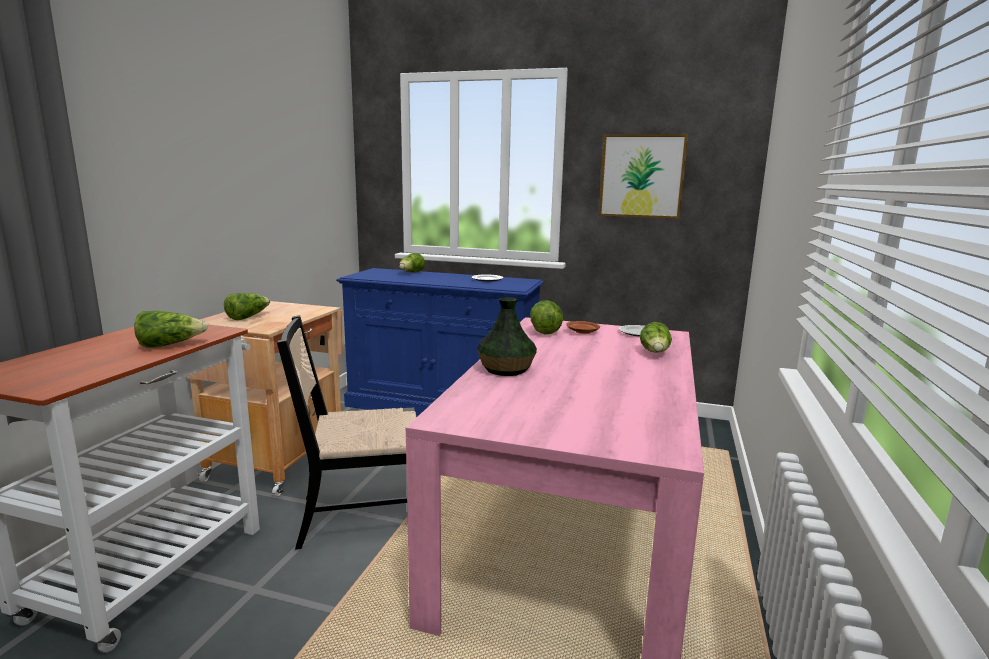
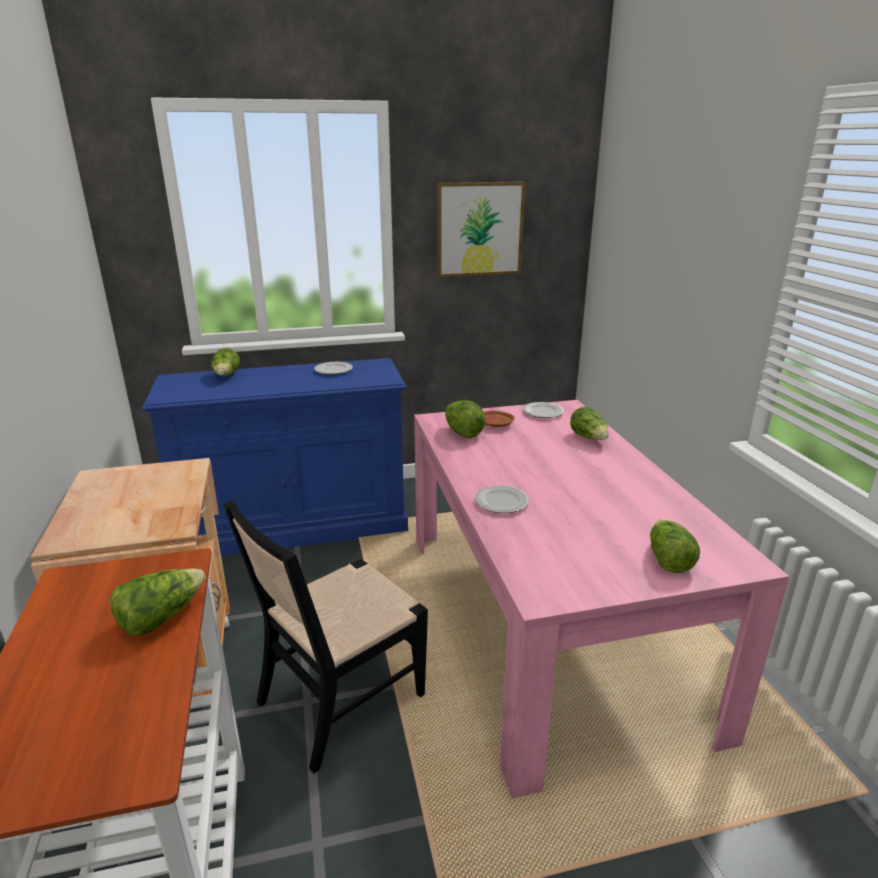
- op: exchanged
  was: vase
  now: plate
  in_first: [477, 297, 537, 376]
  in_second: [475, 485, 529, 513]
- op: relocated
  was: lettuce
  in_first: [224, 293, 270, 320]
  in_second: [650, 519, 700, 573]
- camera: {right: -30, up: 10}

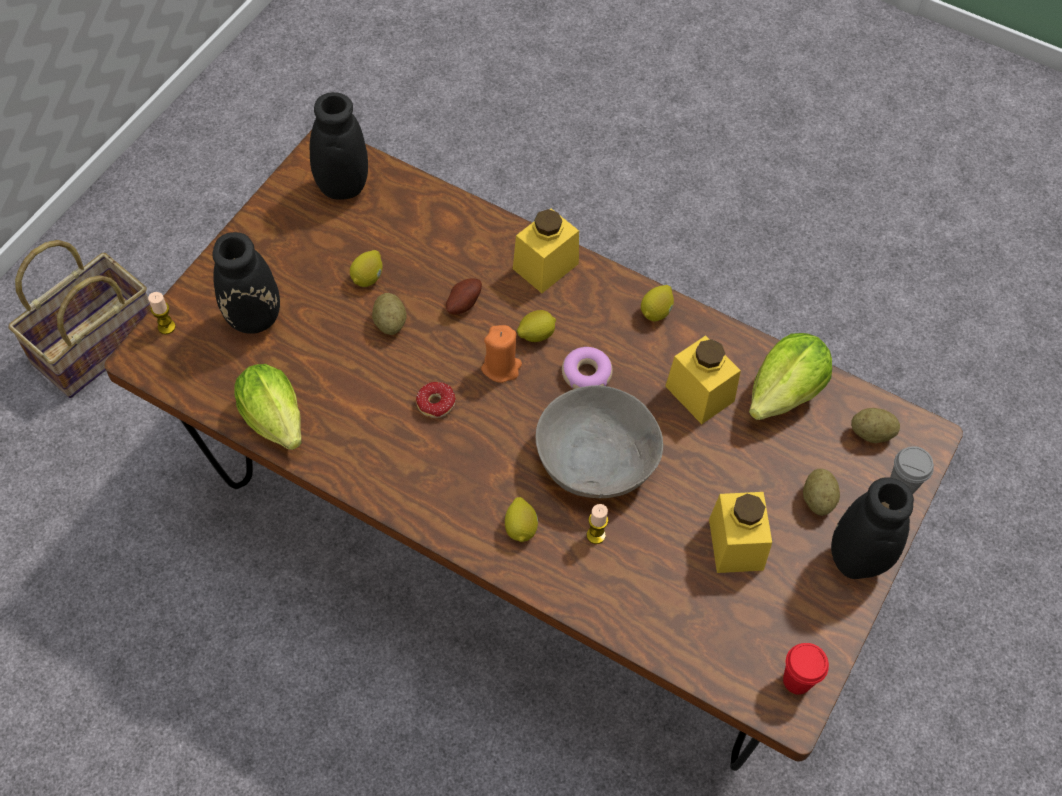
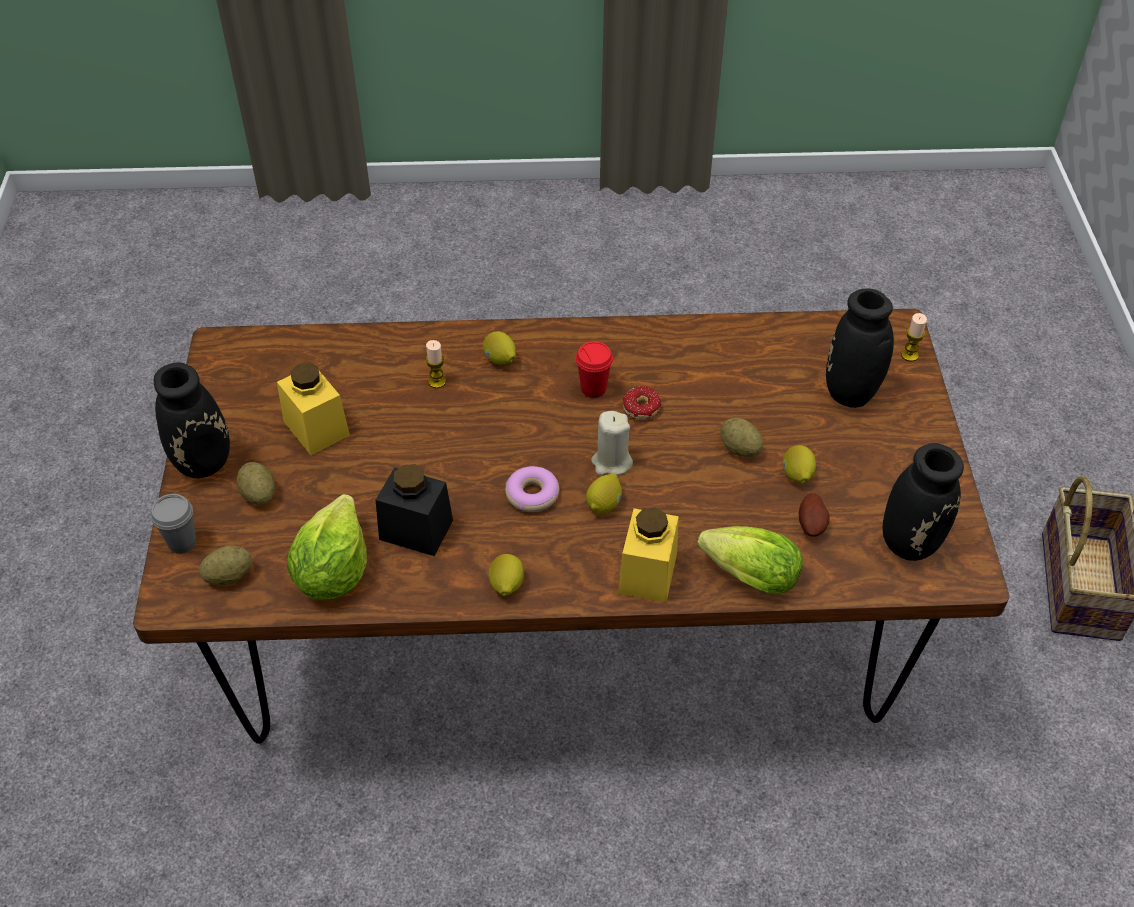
- op: colour
  was: yellow jar
  now: black jar
  in_first: [665, 335, 741, 424]
  in_second: [376, 464, 453, 556]
- op: relocated
  was: red cup
  in_first: [783, 643, 829, 695]
  in_second: [576, 341, 613, 398]
- op: colour
  was: orange candle
  now: beige candle
  in_first: [481, 325, 522, 383]
  in_second: [591, 411, 633, 475]
- op: relocated
  was: lettuce
  in_first: [234, 364, 302, 450]
  in_second: [697, 526, 803, 594]
- op: relocated
  was: potato
  in_first: [446, 278, 482, 315]
  in_second: [799, 493, 829, 537]
- op: missing
  was: grey bowl
  in_first: [536, 385, 663, 498]
- camera: {right: 150, up: -10}

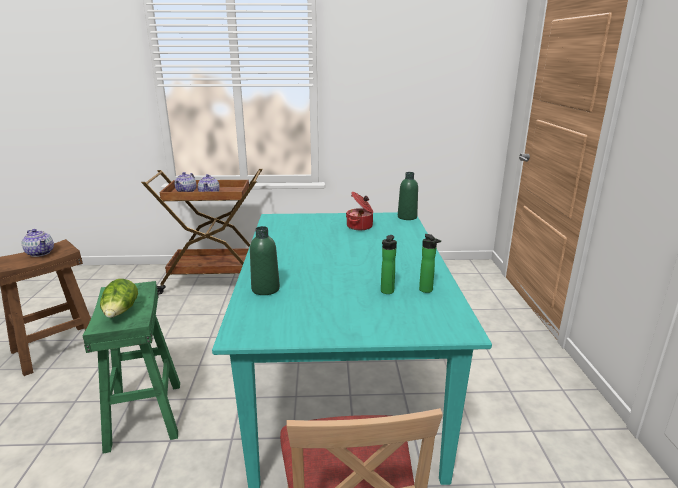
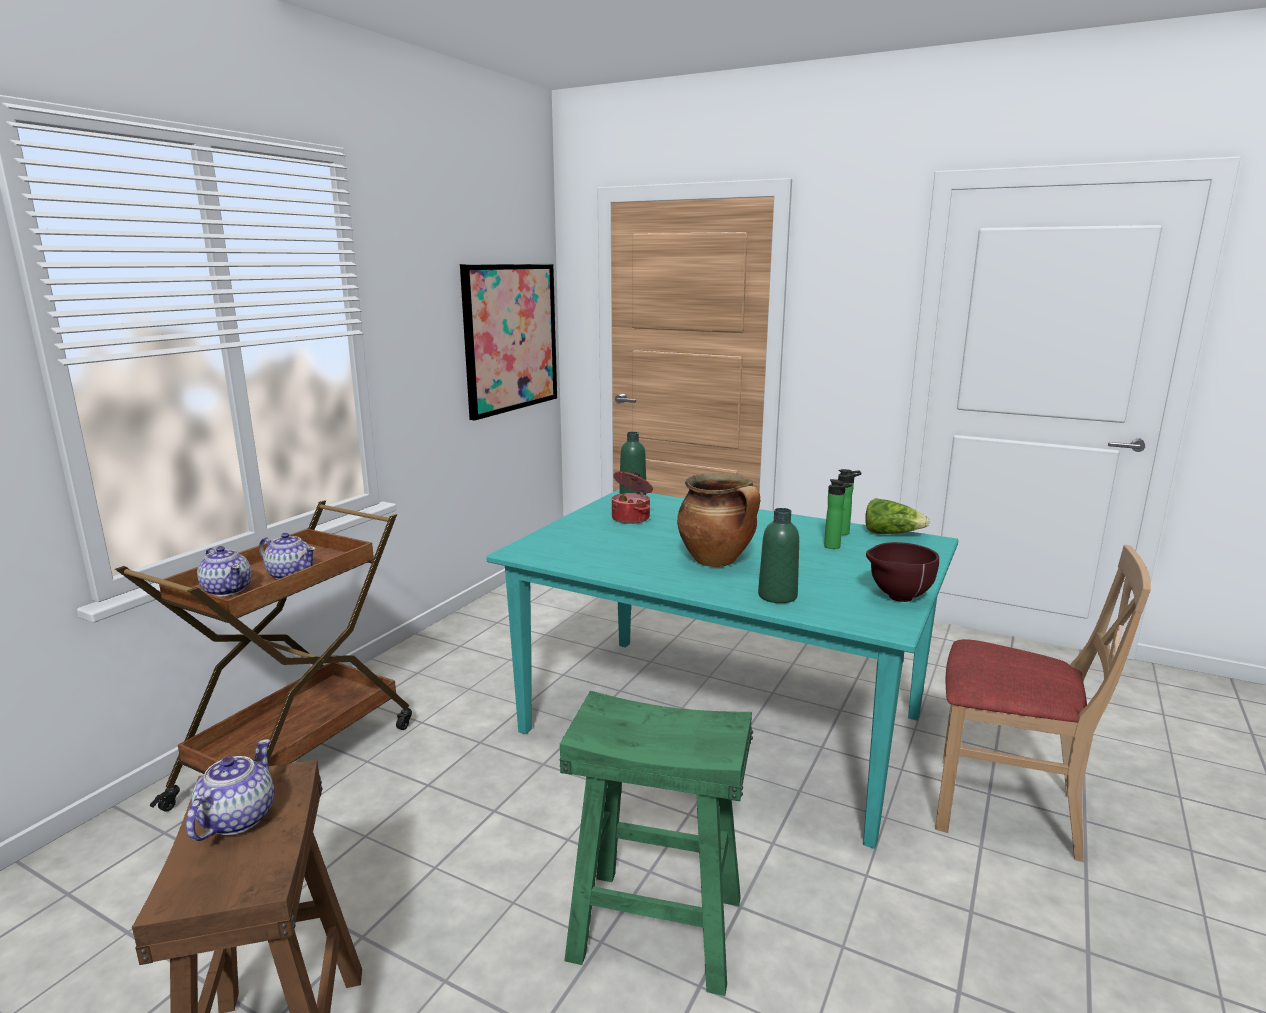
- op: spun
  was: teapot
  in_first: [22, 229, 54, 257]
  in_second: [186, 739, 274, 841]
  clockwise: -60
- op: appeared
  now: picture
  in_second: [460, 264, 557, 420]
- op: appeared
  now: cooking pot
  in_second: [677, 473, 760, 567]
- op: relocated
  was: lettuce
  in_first: [100, 279, 138, 318]
  in_second: [865, 498, 930, 534]
- op: appeared
  now: brown bowl
  in_second: [866, 542, 939, 602]
- camera: {right: -60, up: -5}

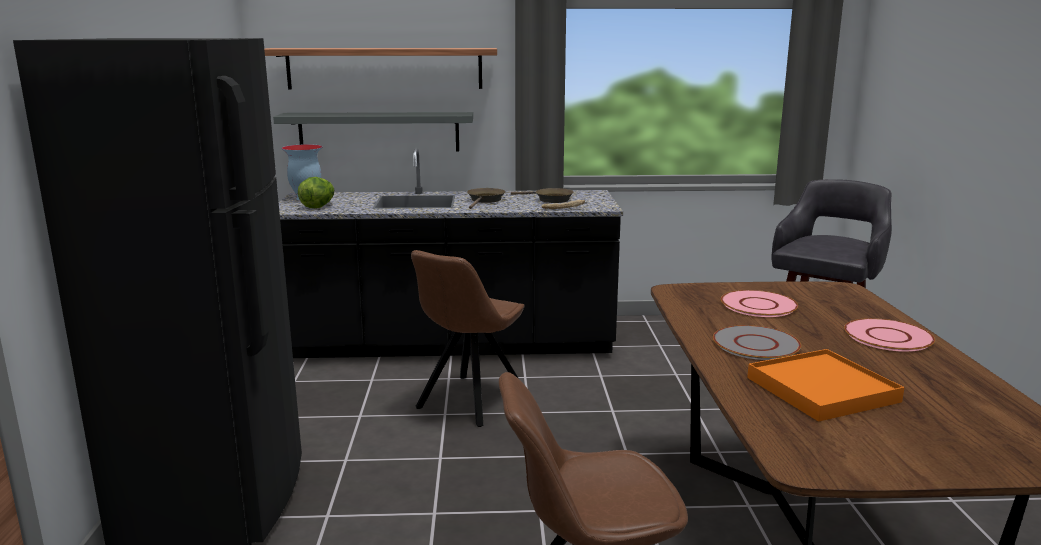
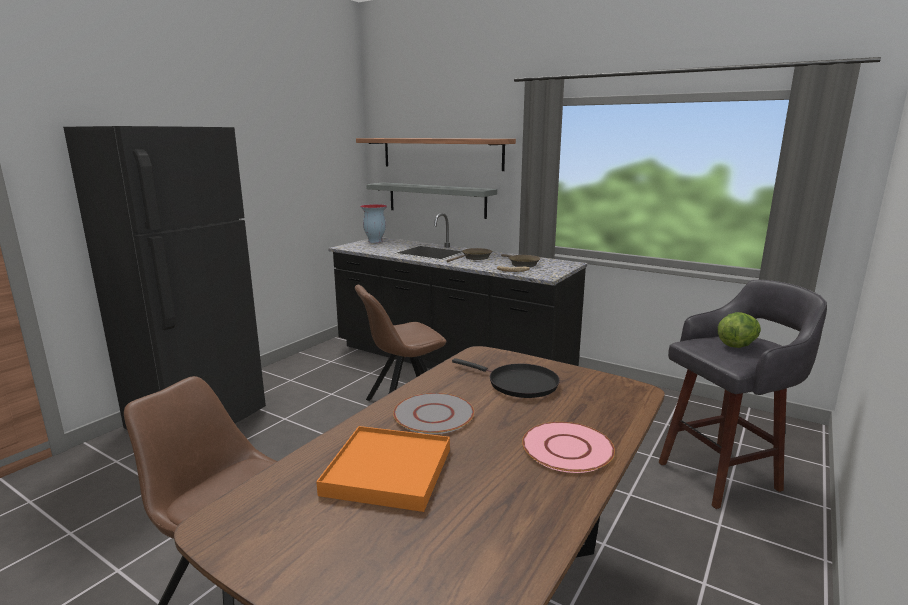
- op: exchanged
  was: pink plate
  now: black frying pan
  in_first: [721, 290, 798, 317]
  in_second: [452, 358, 560, 398]
- op: relocated
  was: lettuce
  in_first: [298, 177, 334, 208]
  in_second: [718, 312, 761, 348]
- camera: {right: 35, up: 0}

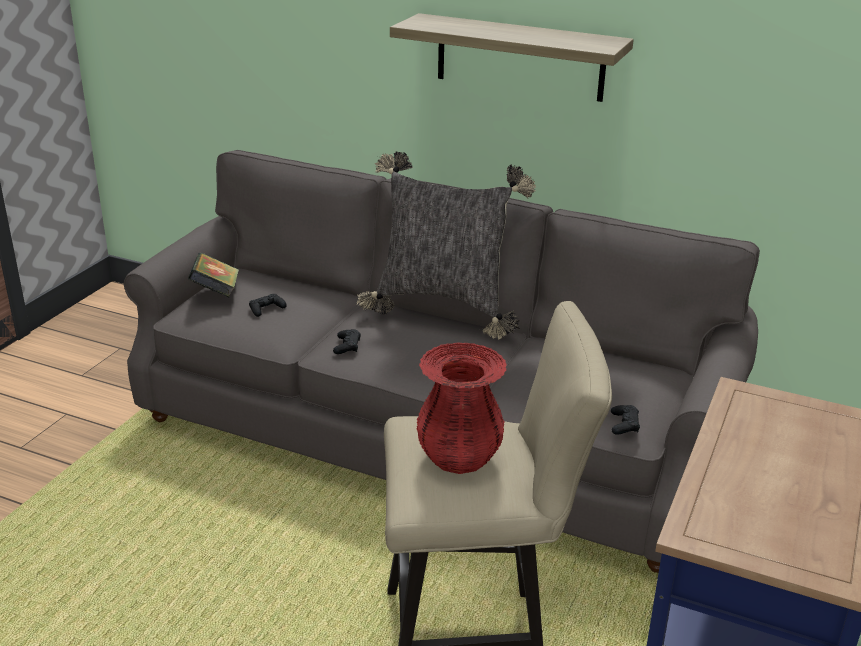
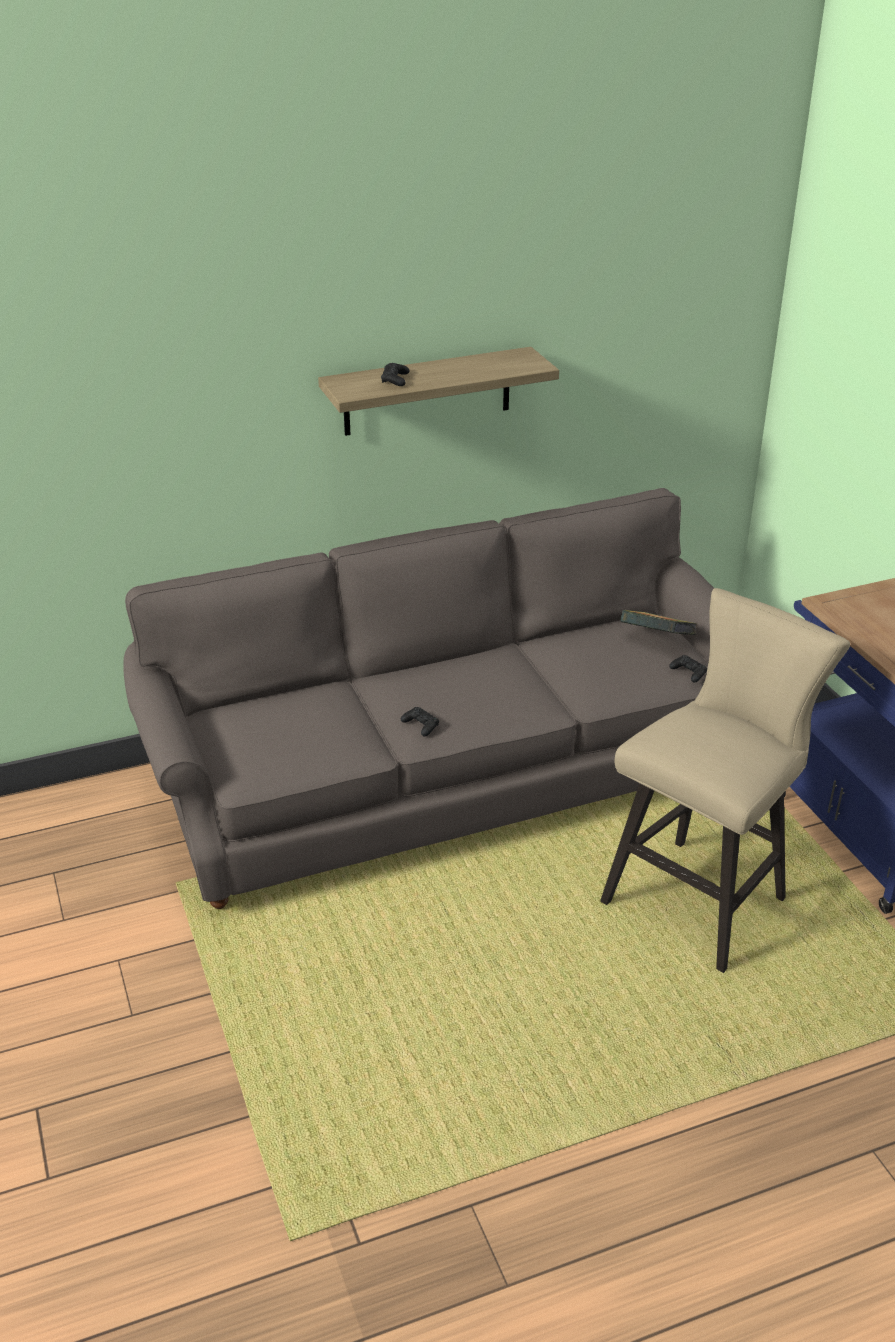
- op: relocated
  was: black game controller
  in_first: [249, 294, 287, 317]
  in_second: [381, 363, 410, 386]
- op: relocated
  was: book
  in_first: [188, 253, 239, 297]
  in_second: [620, 610, 697, 635]
- op: missing
  was: pillow
  in_first: [356, 151, 536, 340]
- op: missing
  was: red vase
  in_first: [417, 342, 507, 474]
- camera: {right: -45, up: 5}

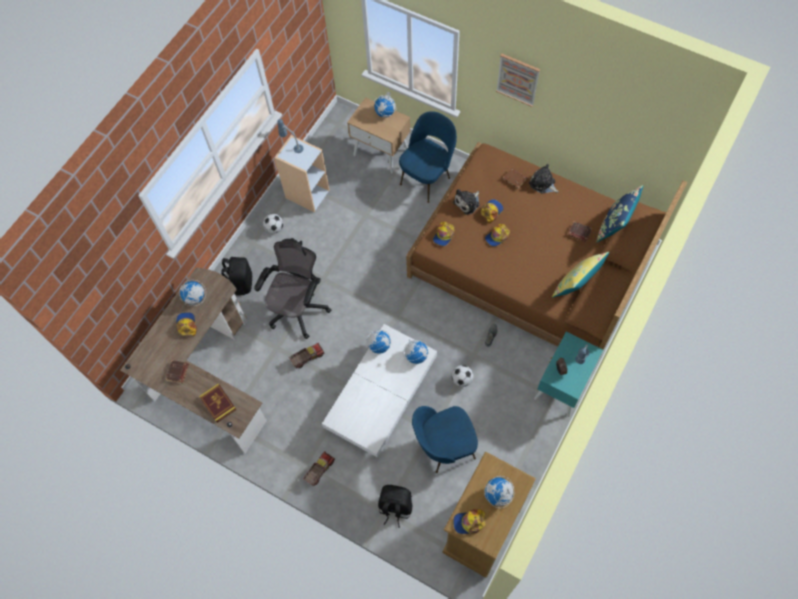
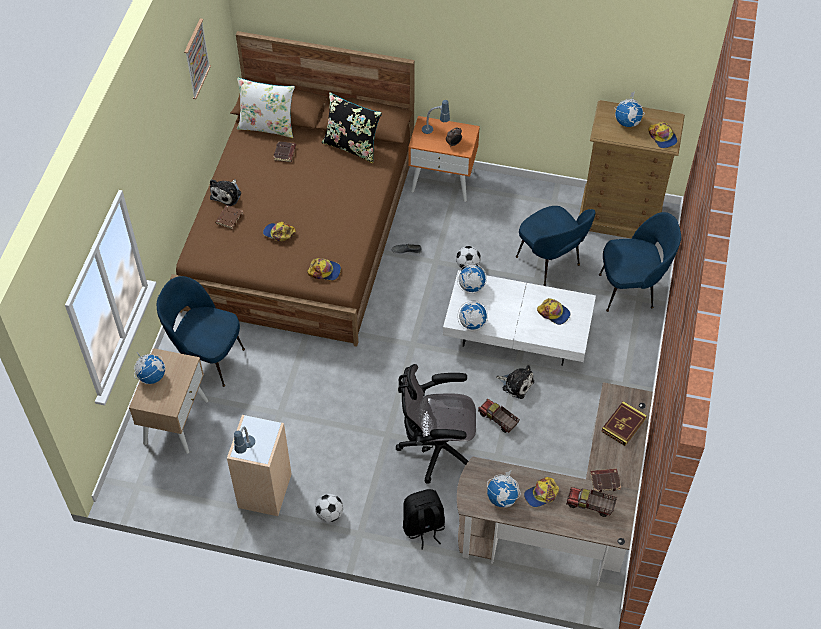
- op: relocated
  was: picture
  in_first: [496, 54, 540, 107]
  in_second: [184, 18, 211, 99]
- op: colour
  was: blue pillow
  now: white pillow
  in_first: [596, 185, 643, 242]
  in_second: [237, 77, 295, 138]
- op: colour
  was: yellow pillow
  now: black pillow
  in_first: [552, 252, 609, 297]
  in_second: [322, 92, 382, 163]
- op: colour
  was: turquoise nightstand
  now: orange nightstand
  in_first: [534, 332, 603, 417]
  in_second: [408, 116, 480, 202]
- op: relocated
  was: plush toy
  in_first: [453, 189, 480, 215]
  in_second: [496, 365, 534, 399]
- op: relocated
  was: cap
  in_first: [485, 224, 510, 246]
  in_second: [537, 298, 570, 325]
- op: relocated
  was: toy truck
  in_first: [303, 452, 335, 486]
  in_second: [566, 487, 617, 517]
- op: exchanged
  was: black backpack
  now: blue chair
  in_first: [378, 485, 412, 528]
  in_second: [599, 212, 681, 312]
- camera: {right: -110, up: -10}

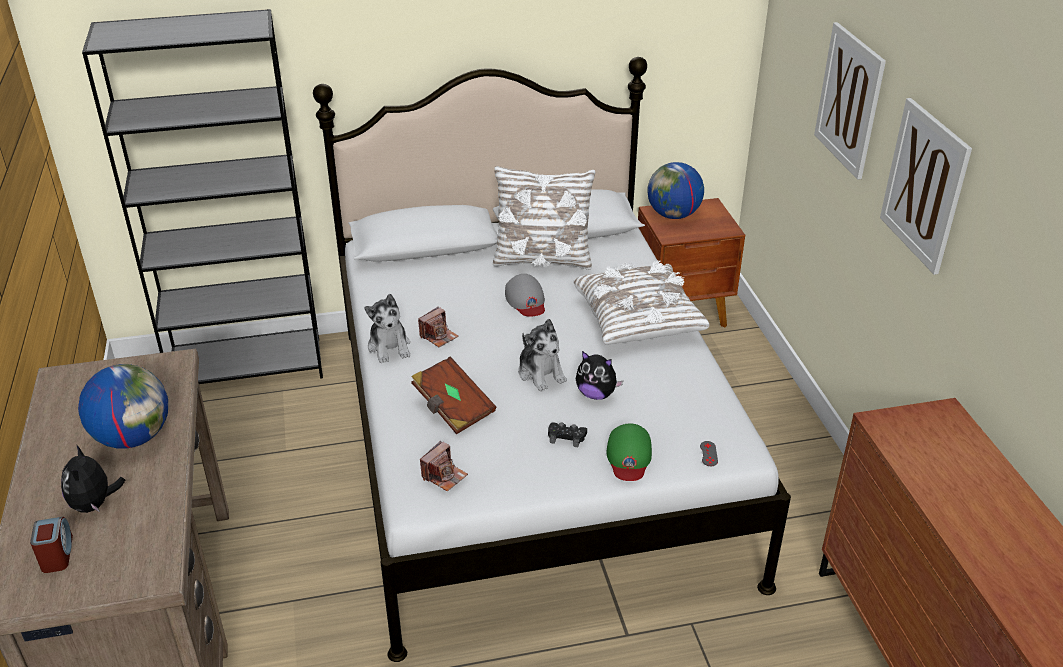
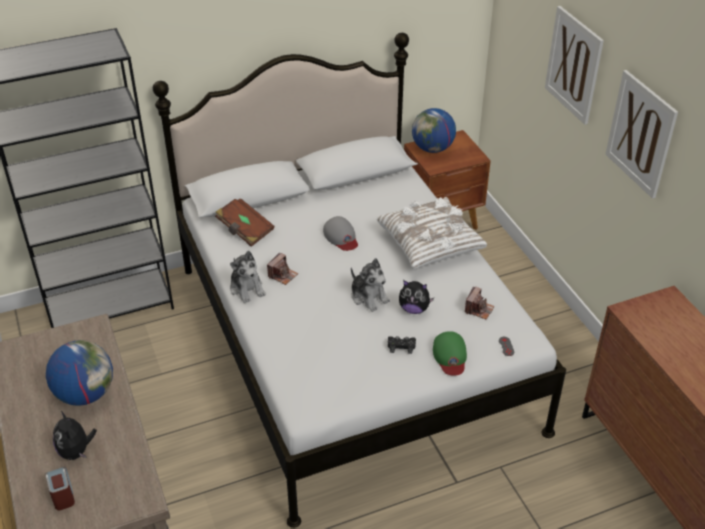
- op: relocated
  was: brown book
  in_first: [411, 357, 496, 434]
  in_second: [215, 199, 274, 247]
- op: relocated
  was: photo camera
  in_first: [420, 441, 468, 491]
  in_second: [465, 286, 495, 319]
- op: missing
  was: white pillow
  in_first: [493, 166, 595, 270]
- camera: {right: -10, up: 5}

